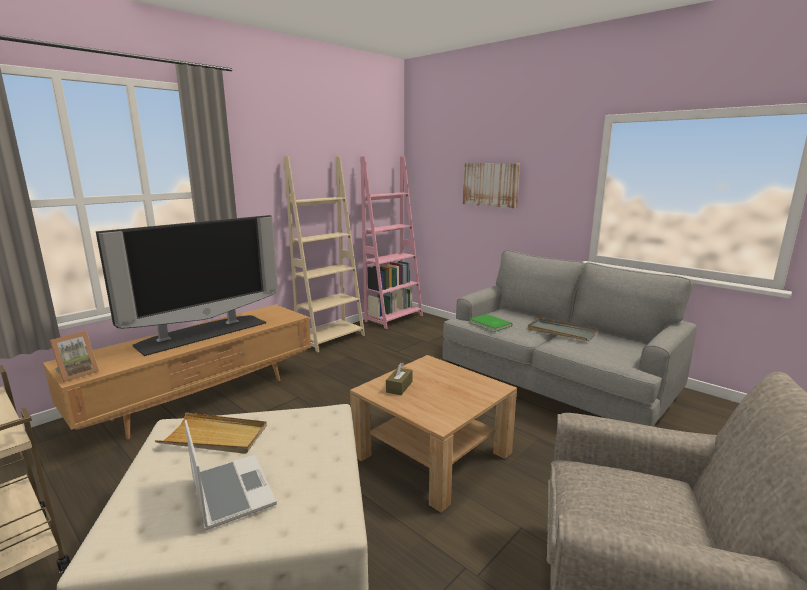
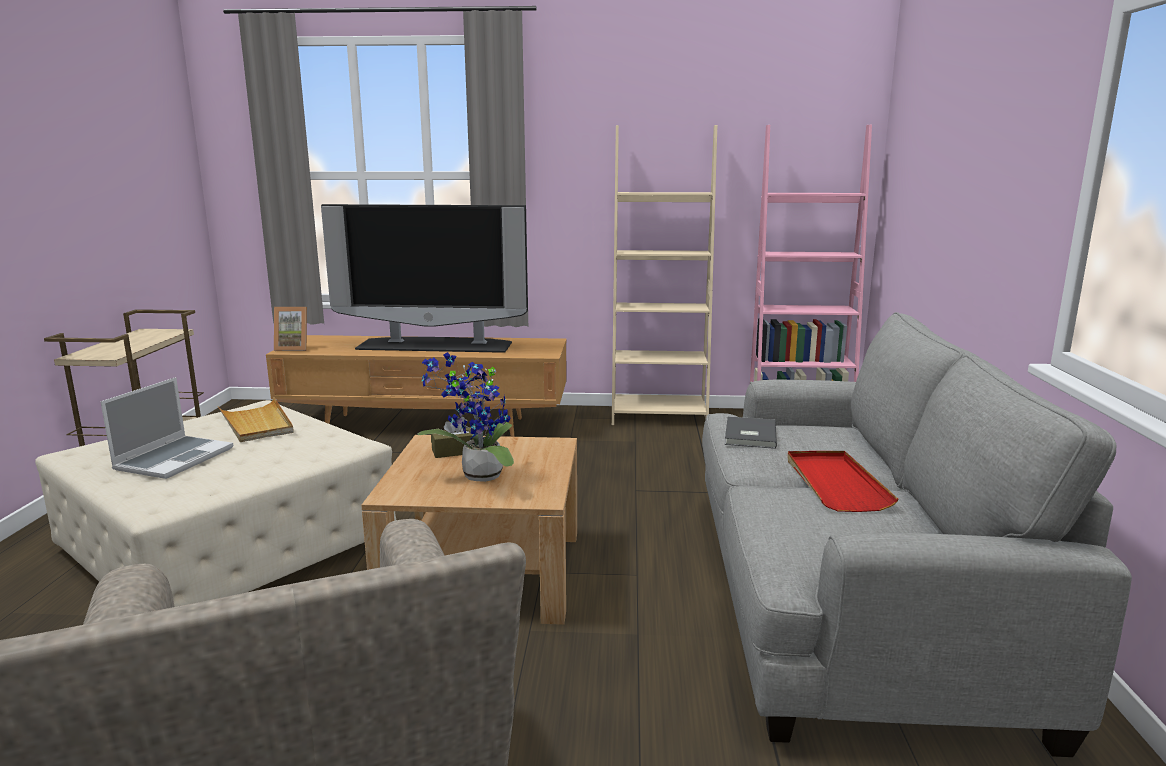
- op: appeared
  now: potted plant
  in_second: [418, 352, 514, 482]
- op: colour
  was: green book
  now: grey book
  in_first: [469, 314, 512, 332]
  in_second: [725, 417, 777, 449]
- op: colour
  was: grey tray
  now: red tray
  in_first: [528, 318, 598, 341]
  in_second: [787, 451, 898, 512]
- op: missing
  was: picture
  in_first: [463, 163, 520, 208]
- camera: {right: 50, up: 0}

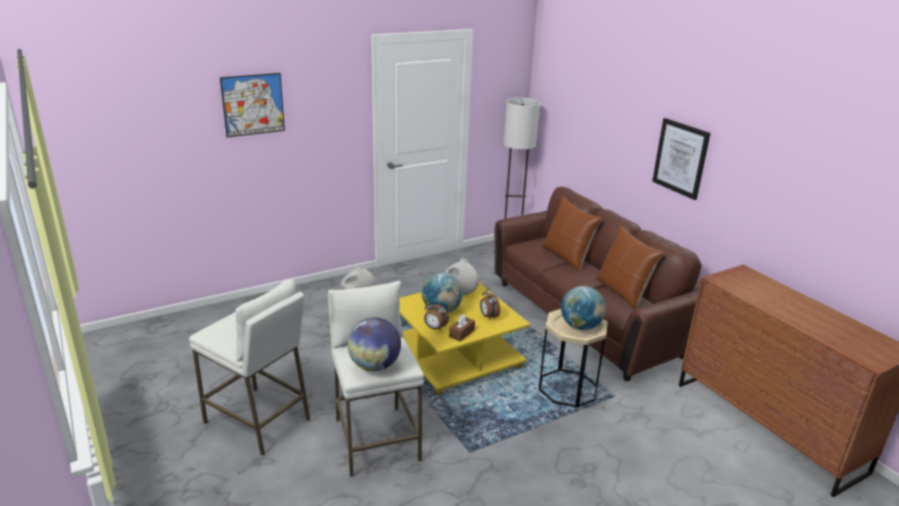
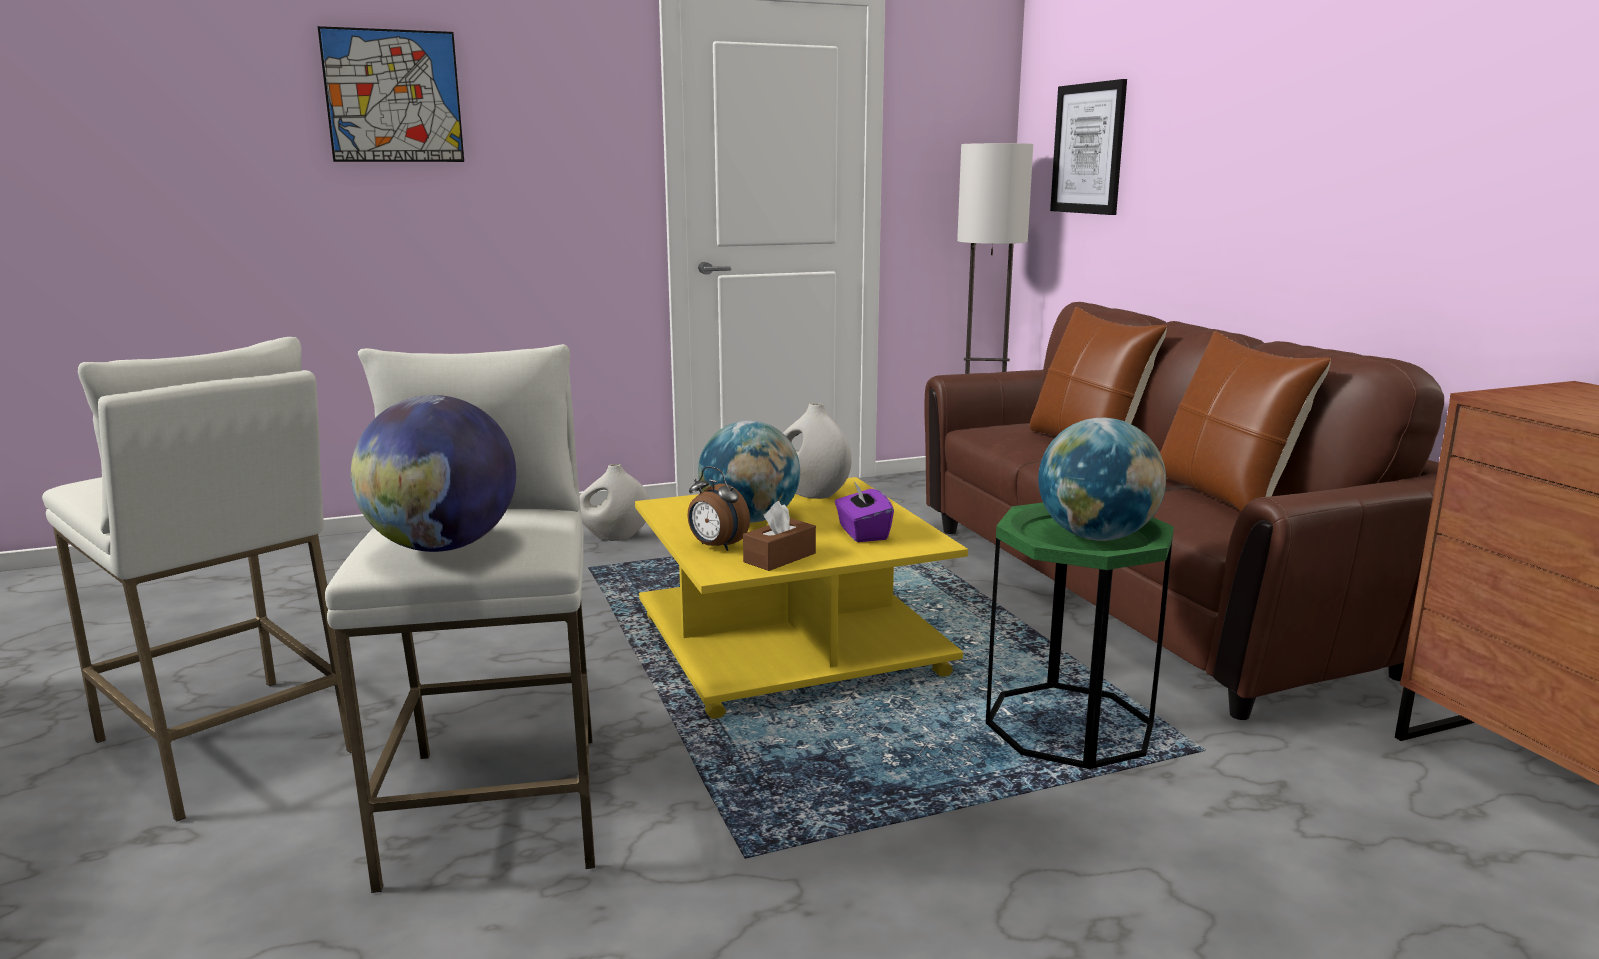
- op: exchanged
  was: alarm clock
  now: purple tissue box
  in_first: [480, 289, 500, 320]
  in_second: [835, 481, 894, 542]
- op: colour
  was: beige side table
  now: green side table
  in_first: [539, 309, 608, 407]
  in_second: [986, 503, 1174, 769]
- op: relocated
  was: picture
  in_first: [652, 118, 710, 200]
  in_second: [1050, 79, 1127, 215]
- camera: {right: 10, up: -10}

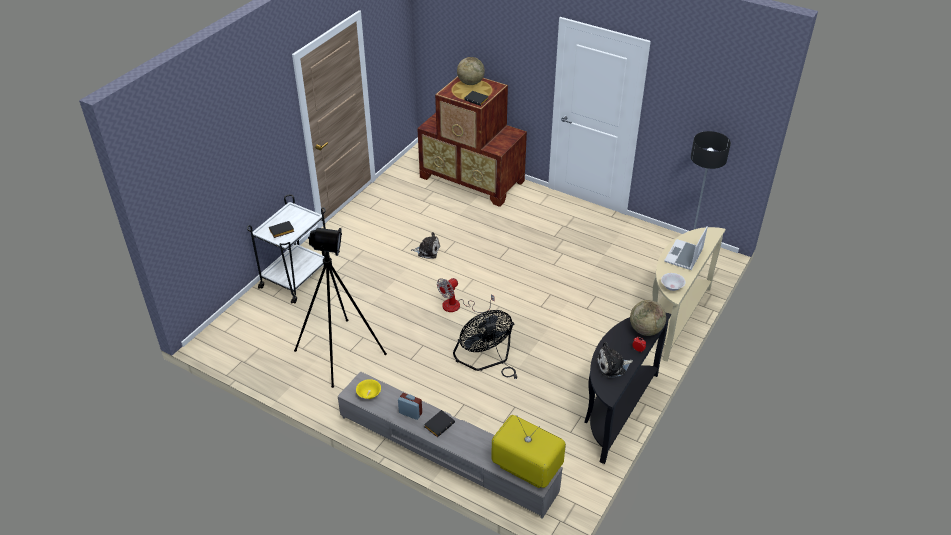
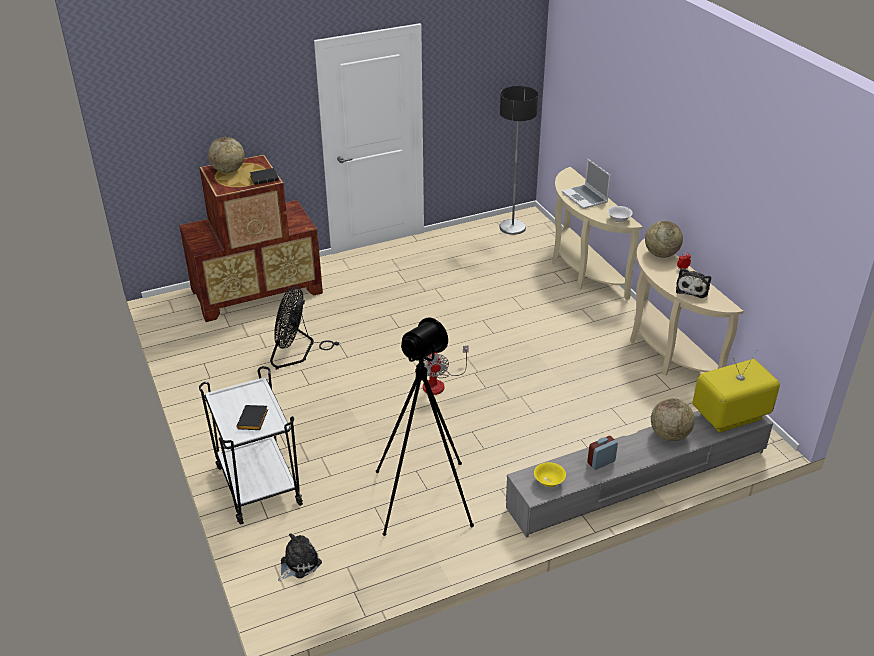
- op: relocated
  was: black fan
  in_first: [453, 310, 517, 379]
  in_second: [270, 286, 340, 370]
- op: relocated
  was: plush toy
  in_first: [410, 232, 440, 259]
  in_second: [278, 533, 322, 581]
- op: colour
  was: black console table
  now: beige console table
  in_first: [584, 313, 671, 464]
  in_second: [630, 238, 744, 376]
- op: appeared
  now: globe
  in_second: [651, 398, 695, 441]
- op: missing
  was: black book
  in_first: [424, 410, 455, 437]
- camera: {right: -55, up: -5}

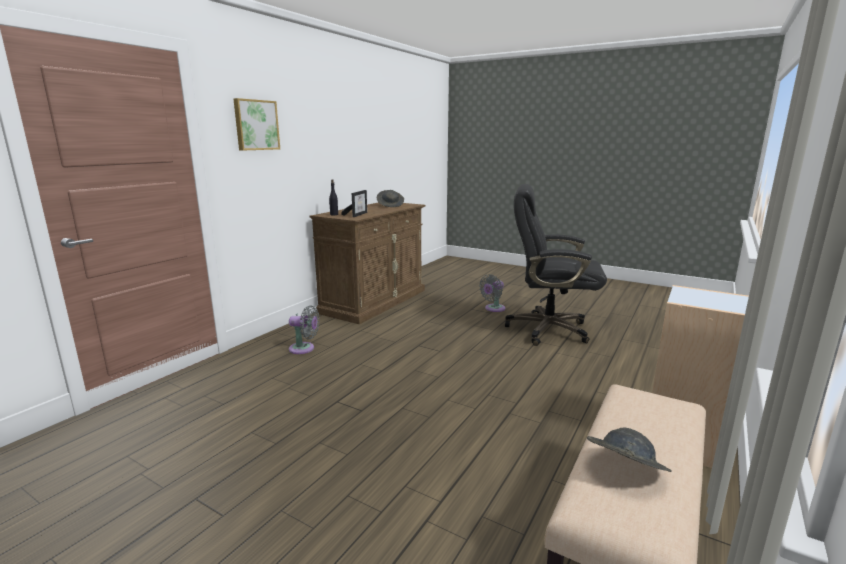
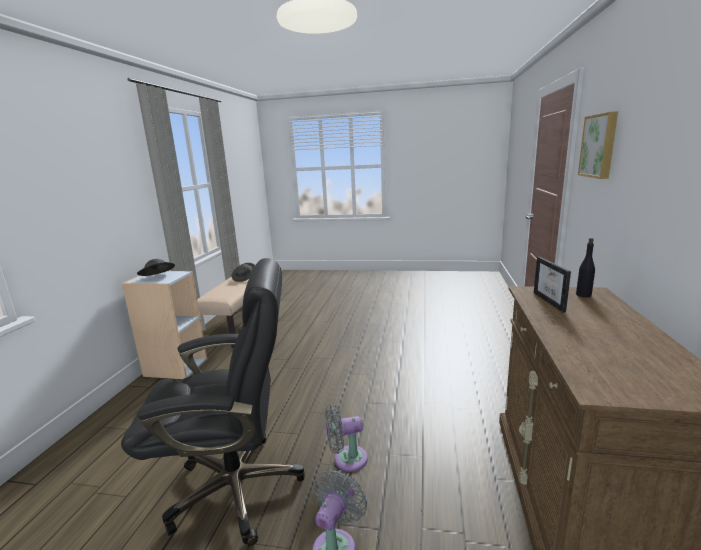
- op: relocated
  was: grey hat
  in_first: [377, 190, 404, 207]
  in_second: [137, 259, 175, 276]
- op: relocated
  was: grey fan
  in_first: [289, 305, 320, 354]
  in_second: [325, 404, 368, 472]
- camera: {right: 160, up: 0}

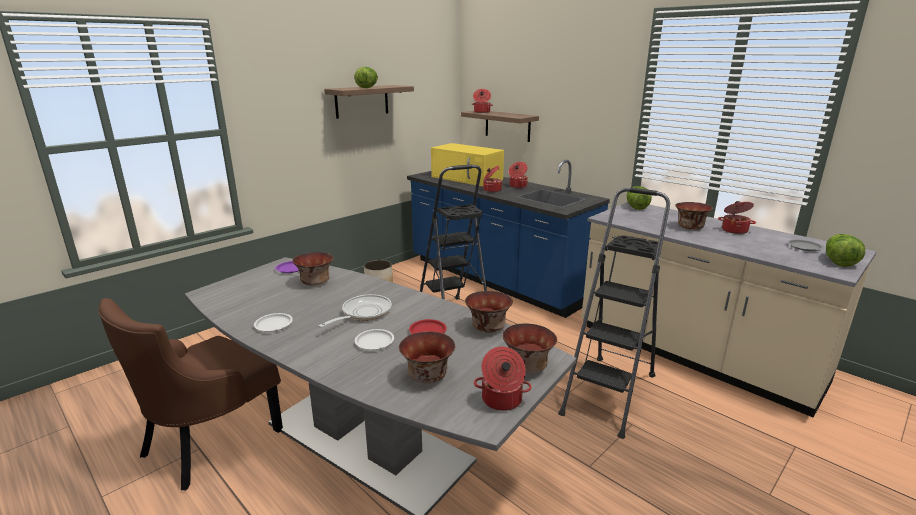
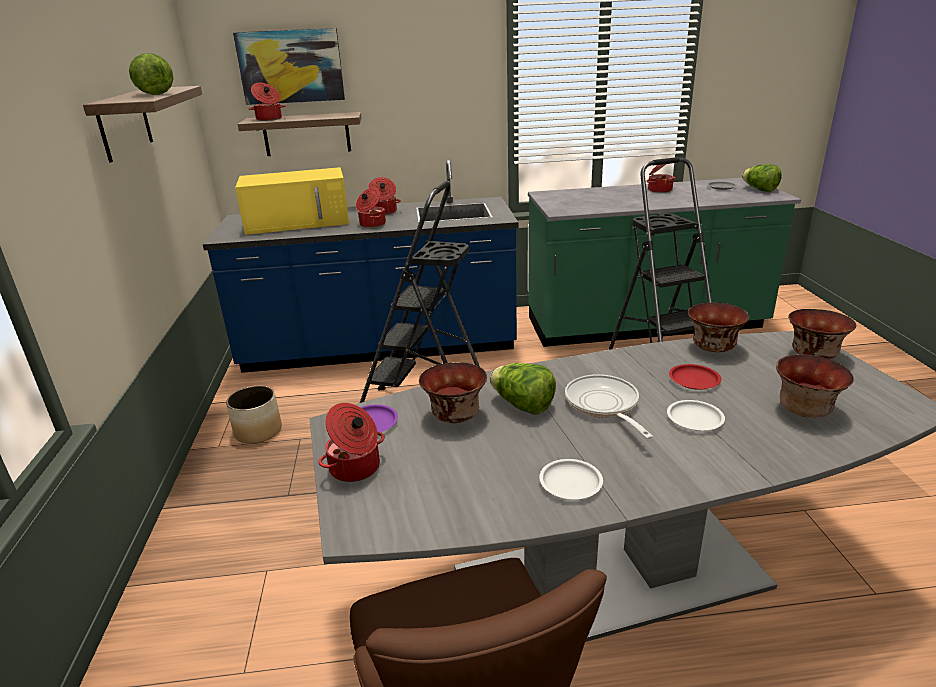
- op: appeared
  now: picture
  in_second: [233, 28, 345, 105]
- op: relocated
  was: cooking pot
  in_first: [474, 346, 532, 411]
  in_second: [318, 403, 385, 482]
- op: relocated
  was: lettuce
  in_first: [626, 186, 652, 210]
  in_second: [490, 363, 556, 415]
- op: colour
  was: beige counter
  now: green counter
  in_first: [581, 202, 877, 418]
  in_second: [528, 178, 801, 347]
- op: missing
  was: bowl
  in_first: [675, 202, 713, 230]
- camera: {right: -50, up: 5}

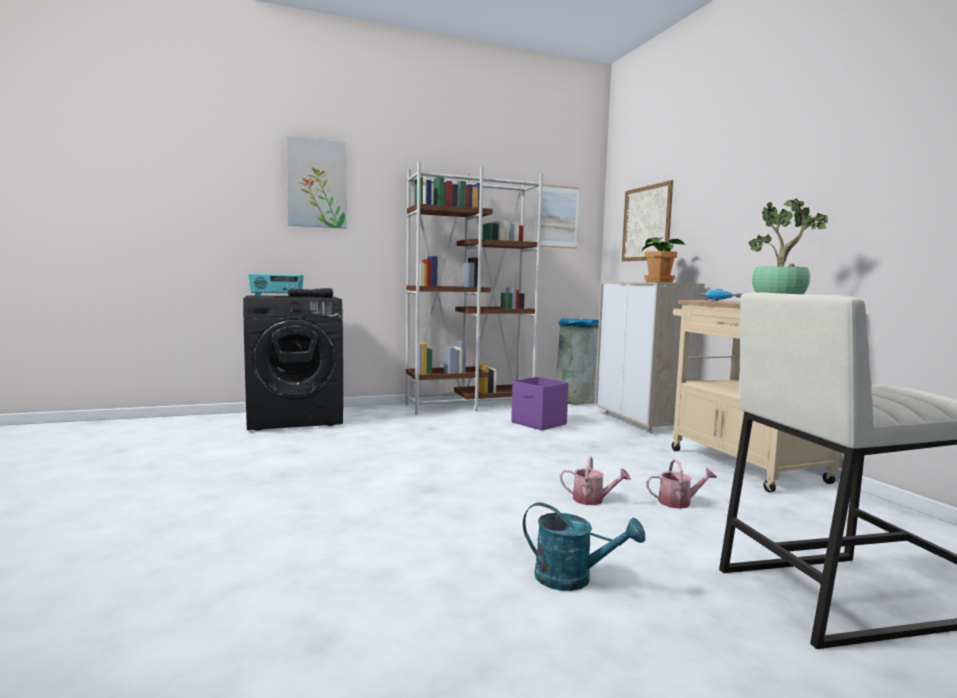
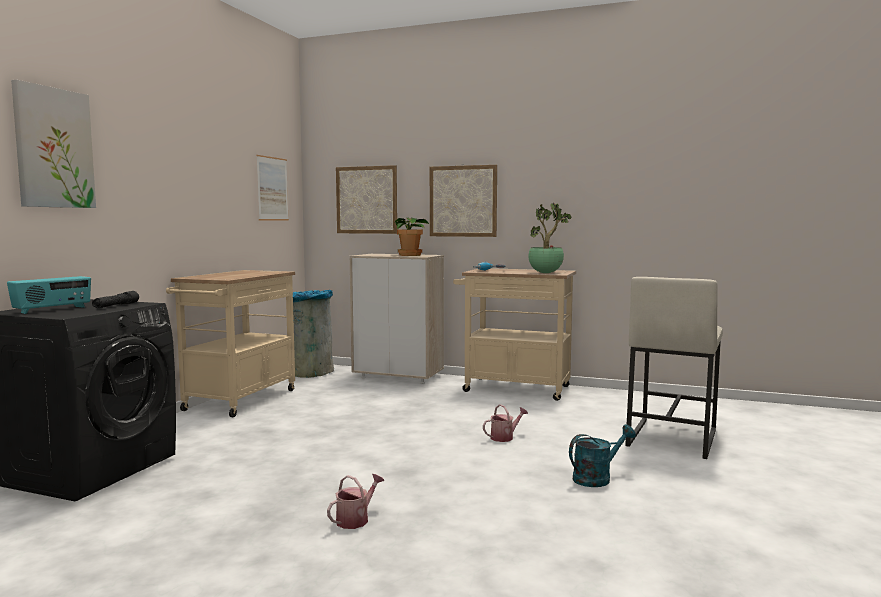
- op: exchanged
  was: brown bookcase
  now: beige cart
  in_first: [406, 161, 543, 415]
  in_second: [166, 270, 295, 417]
- op: relocated
  was: watering can
  in_first: [646, 459, 717, 509]
  in_second: [327, 474, 384, 529]
- op: appeared
  now: picture
  in_second: [430, 165, 497, 237]
- op: missing
  was: purple storage box
  in_first: [511, 377, 569, 431]
- camera: {right: -50, up: 0}

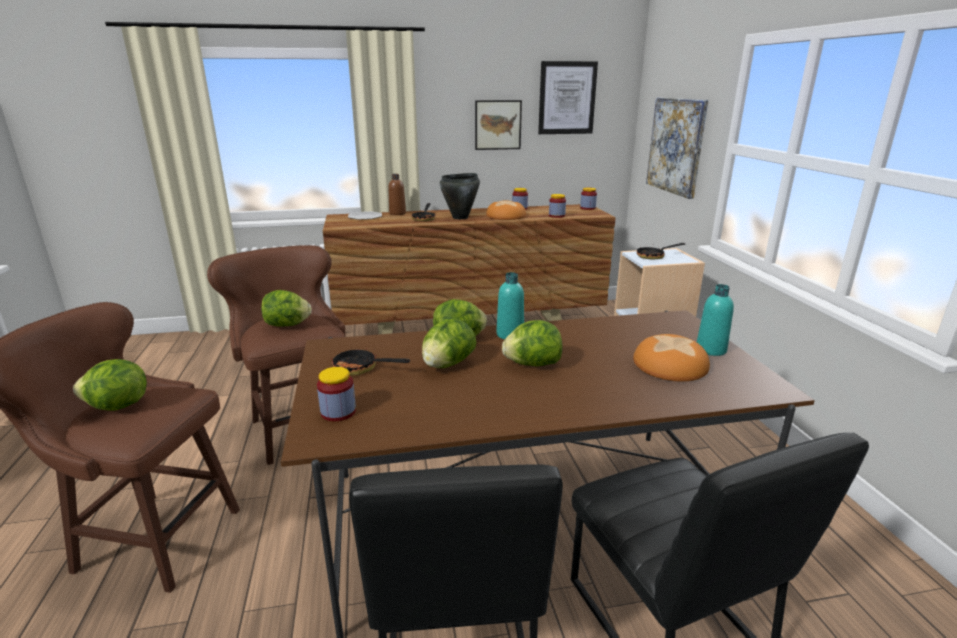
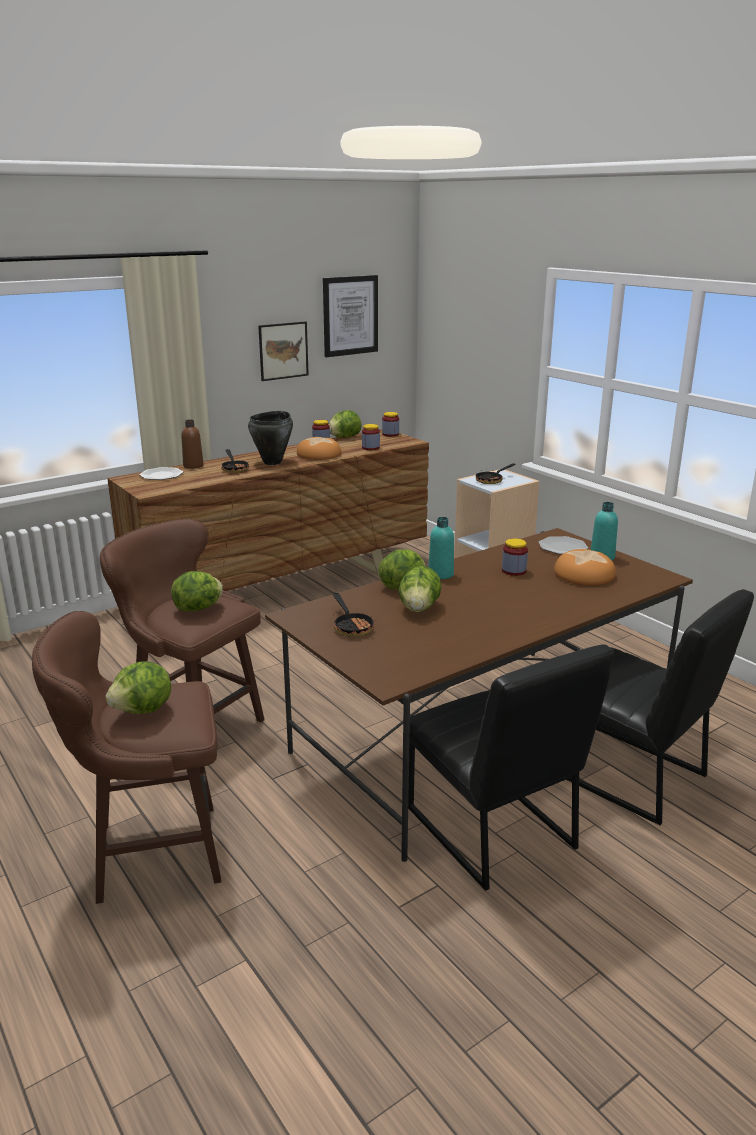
- op: relocated
  was: lettuce
  in_first: [502, 320, 563, 366]
  in_second: [328, 410, 362, 438]
- op: spun
  was: frying pan
  in_first: [331, 348, 410, 376]
  in_second: [333, 592, 376, 637]
  clockwise: -105
- op: relocated
  was: jar
  in_first: [317, 367, 356, 421]
  in_second: [502, 538, 528, 576]
- op: appeared
  now: plate
  in_second: [538, 536, 588, 554]
- op: missing
  was: picture
  in_first: [646, 98, 708, 199]
- camera: {right: -25, up: 0}

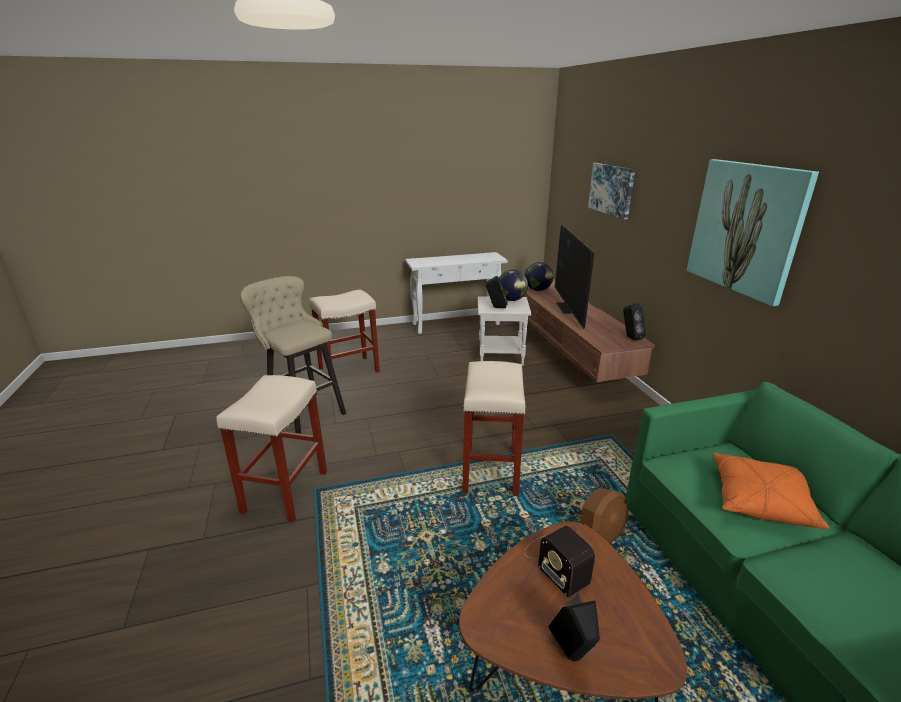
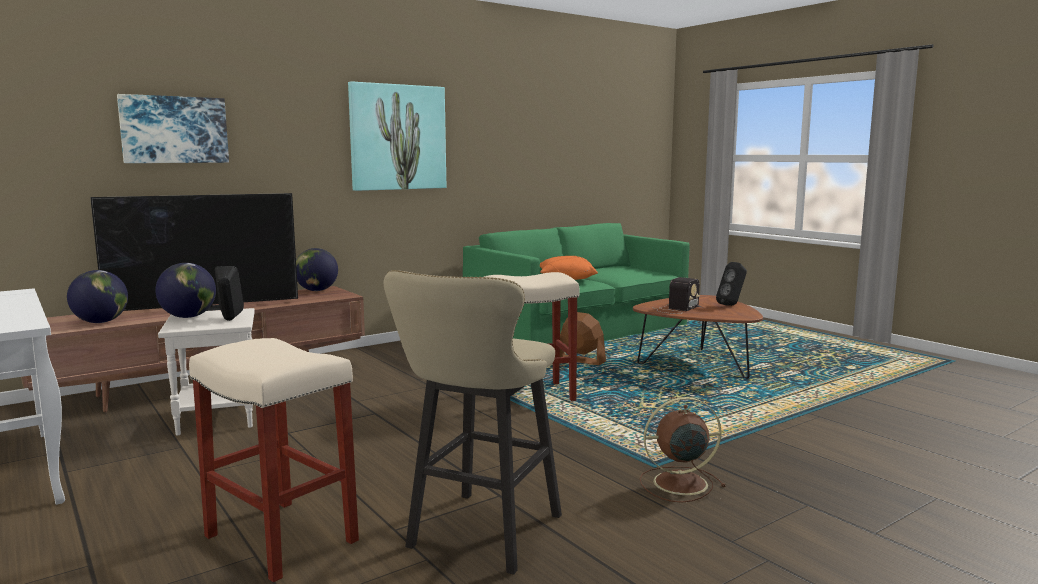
- op: exchanged
  was: black speaker
  now: globe
  in_first: [623, 303, 646, 341]
  in_second: [296, 248, 338, 291]
- op: exchanged
  was: beige stool
  now: brown fan
  in_first: [216, 375, 327, 522]
  in_second: [640, 397, 726, 503]
- camera: {right: -110, up: -15}

